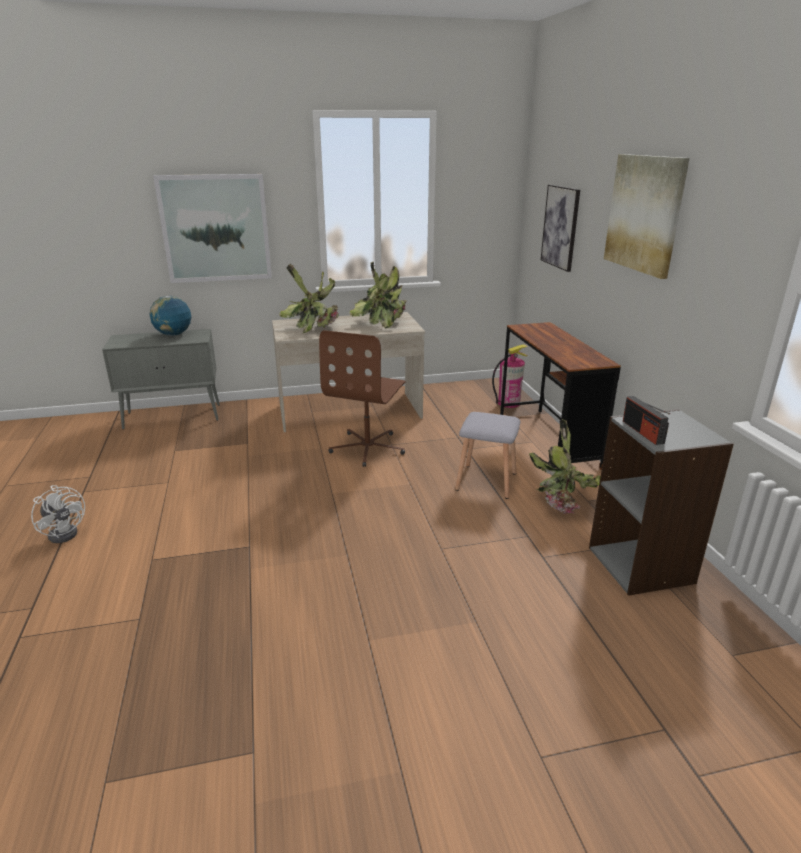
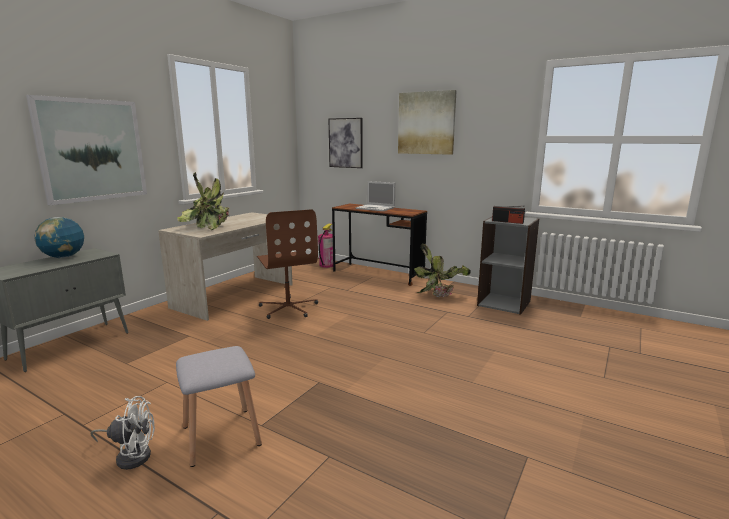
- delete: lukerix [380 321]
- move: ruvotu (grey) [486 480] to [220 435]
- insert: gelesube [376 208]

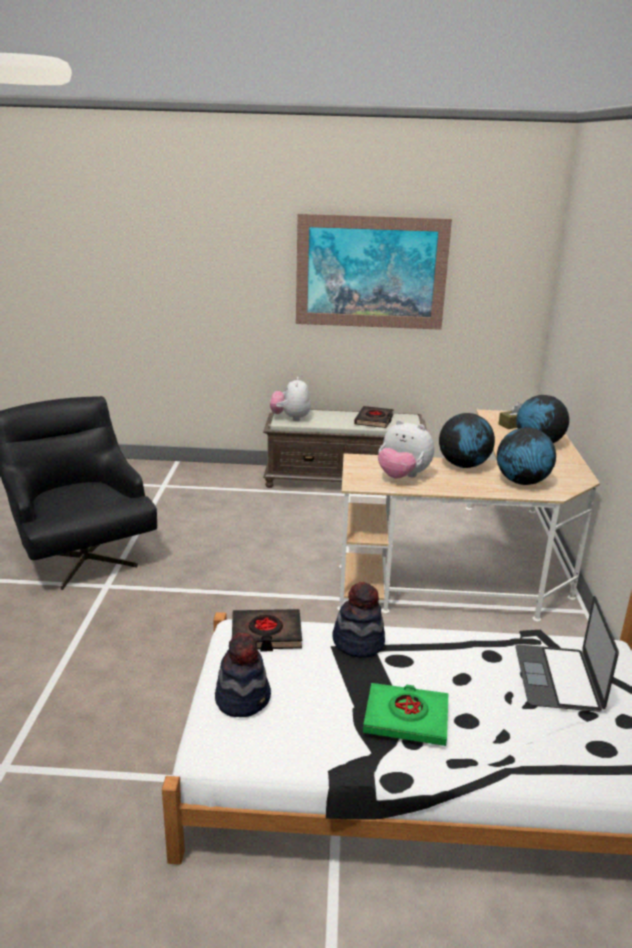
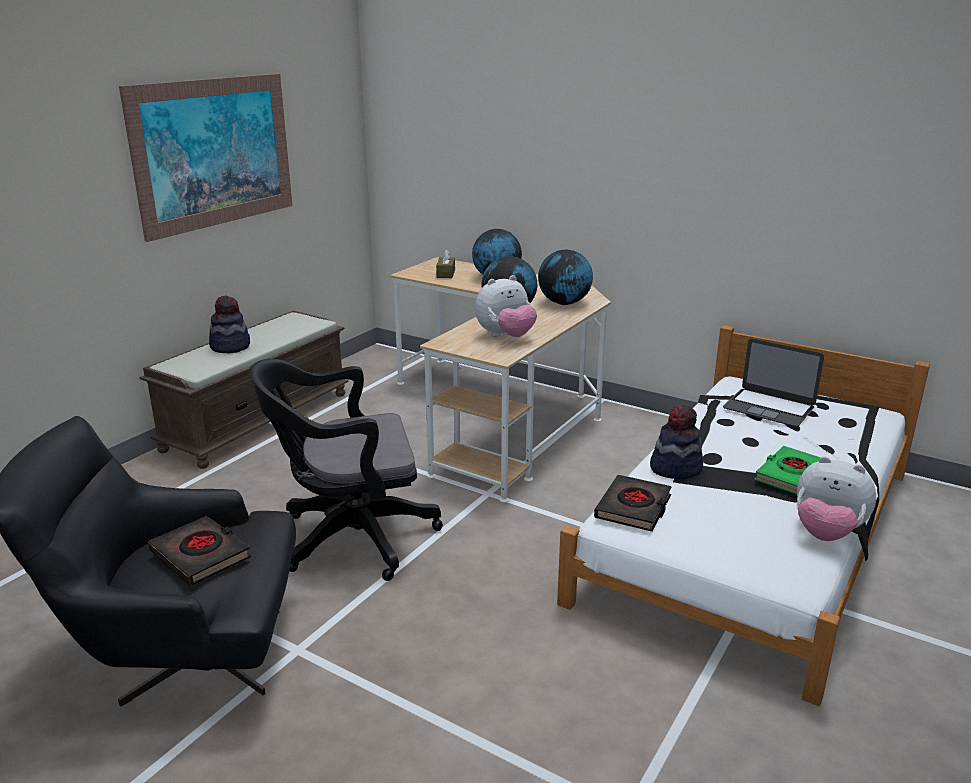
- move: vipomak [243 698] to [230 346]
- move: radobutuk [290 418] to [826 533]
- move: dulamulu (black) [374 420] to [201 555]
- insert: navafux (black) [350 538]

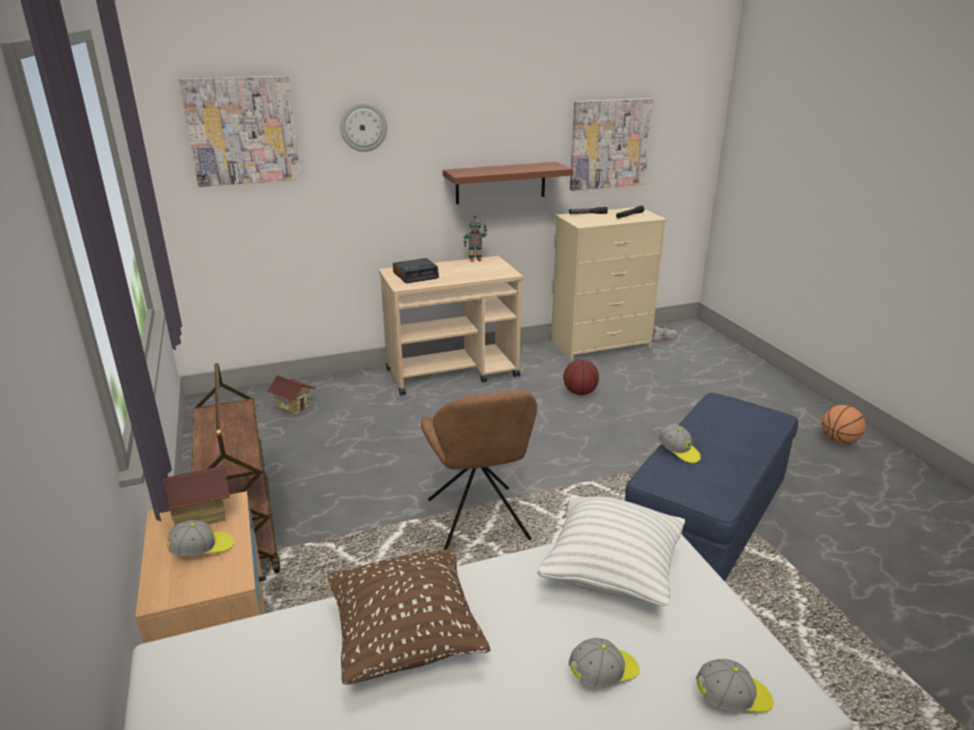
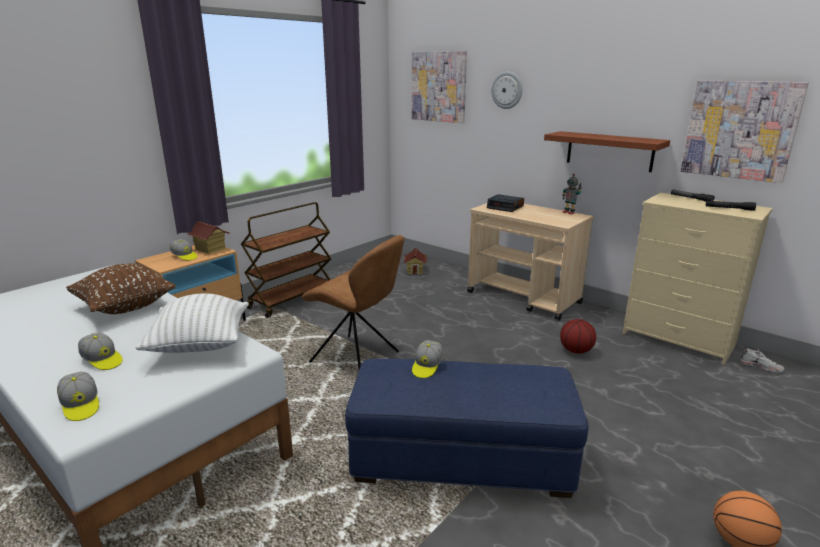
- rotate: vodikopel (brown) [478 522] = [357 358] 105 degrees counterclockwise

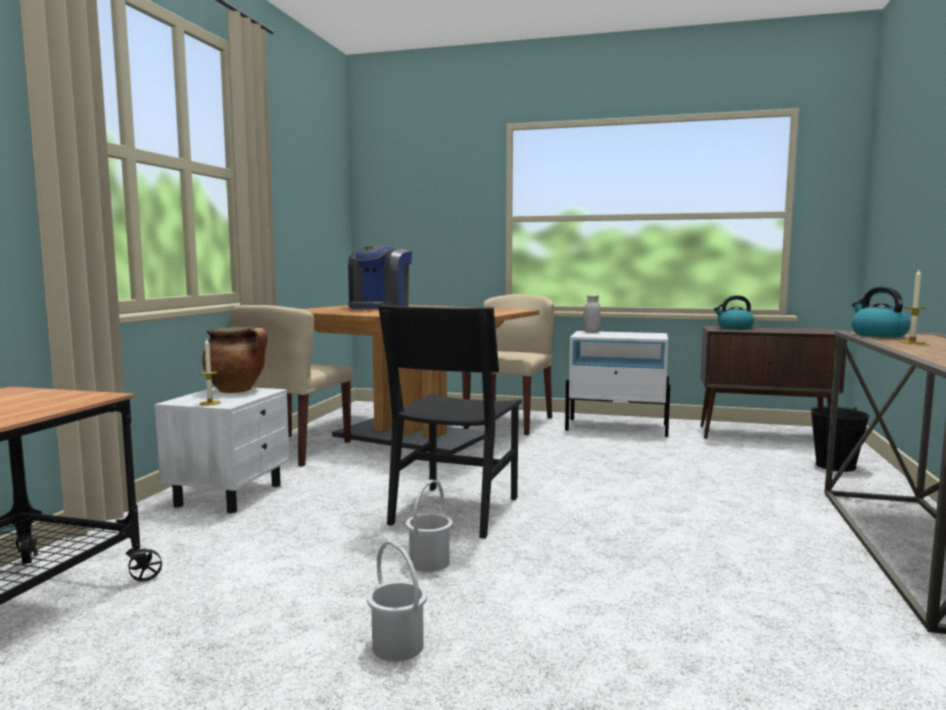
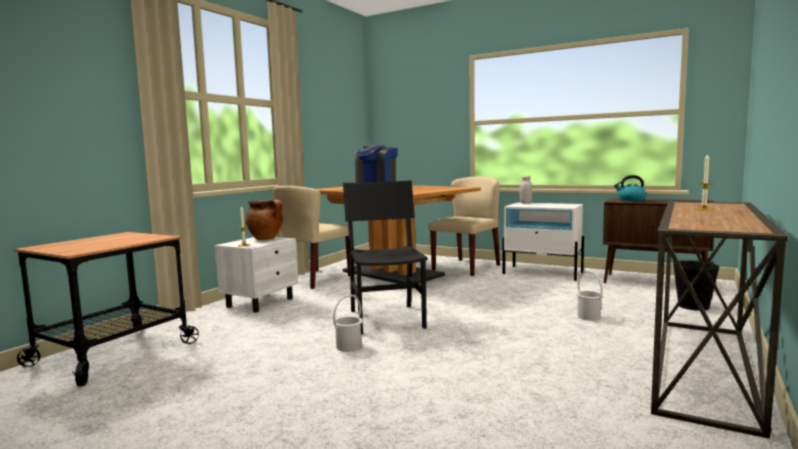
- move: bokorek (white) [397 647] to [588 317]
- rotate: vodikopel (black) [455 510] = [387 319] 135 degrees clockwise
- delete: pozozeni [877 335]

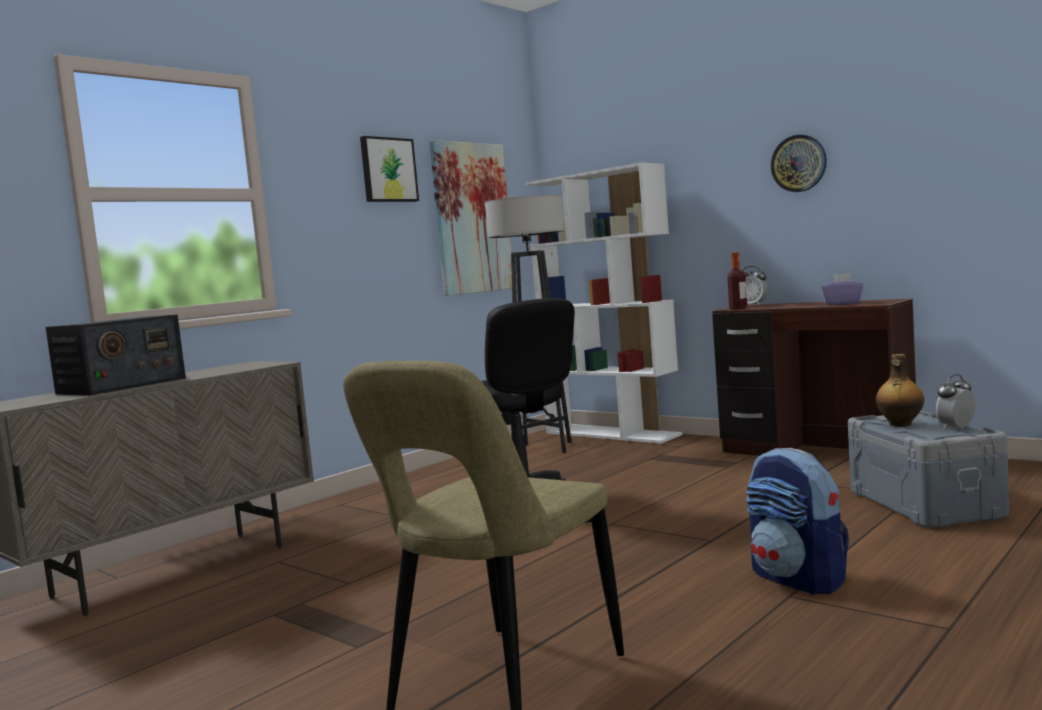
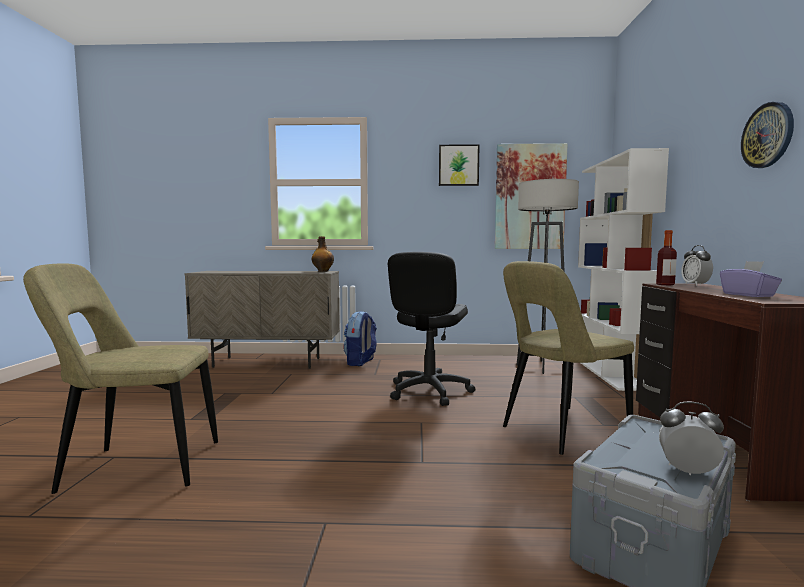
- delete: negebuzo [121 386]
- move: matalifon [798 579] to [361 362]
- move: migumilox [900 425] to [322 271]
- insert: vodikopel (beige) [561 431]

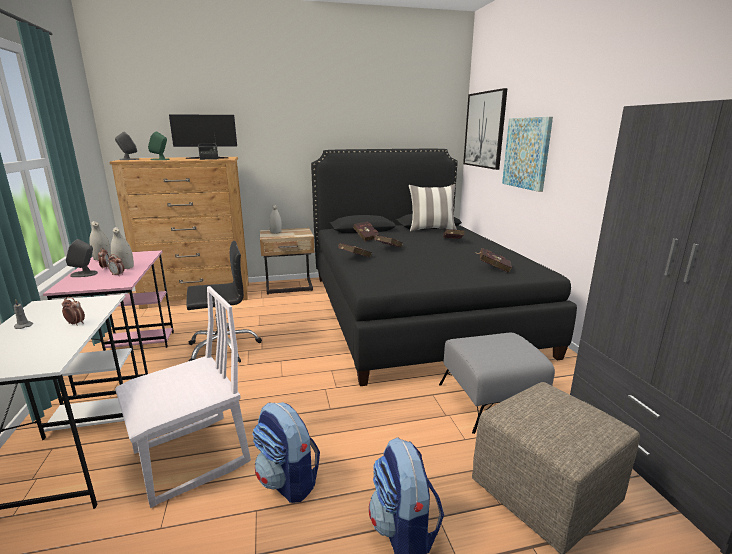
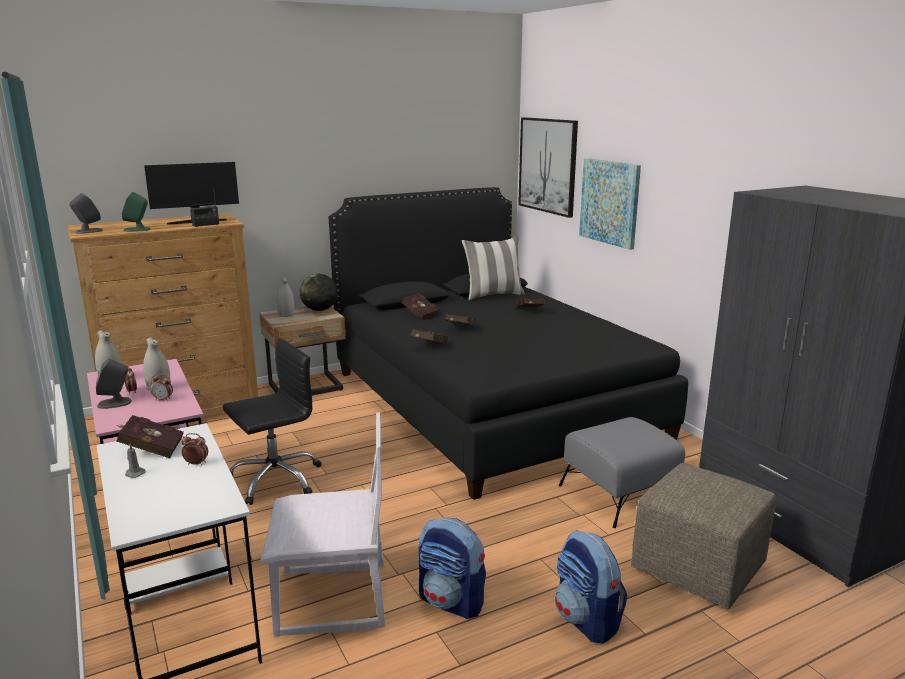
- rotate: vodikopel (white) [191 458] = [332 601] 45 degrees clockwise
- move: dulamulu (red) [492 268] to [150 449]
- insert: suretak [319 310]

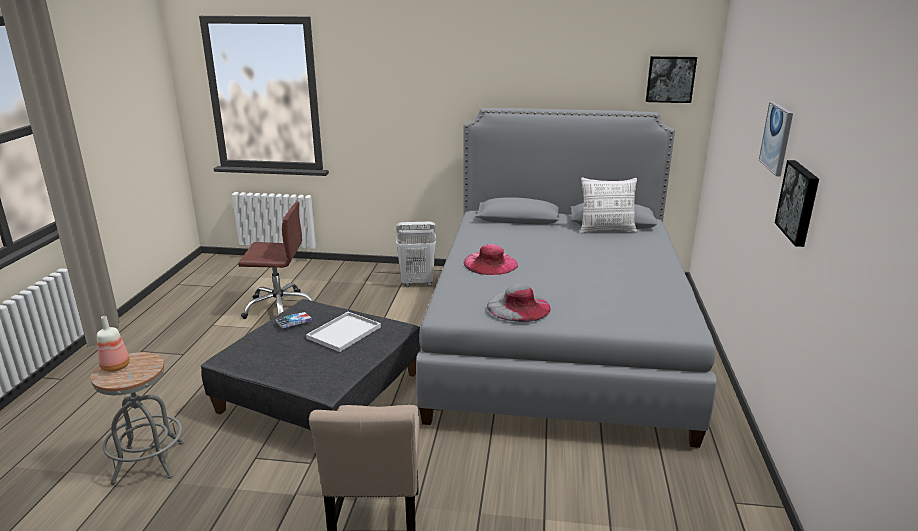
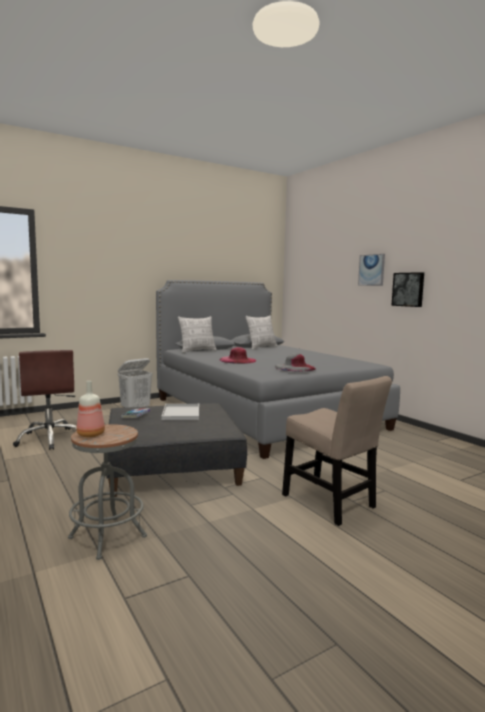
- rotate: navafux (brown) [279 307] = [50 439] 105 degrees clockwise
- delete: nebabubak [670 79]
- insert: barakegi [197 351]

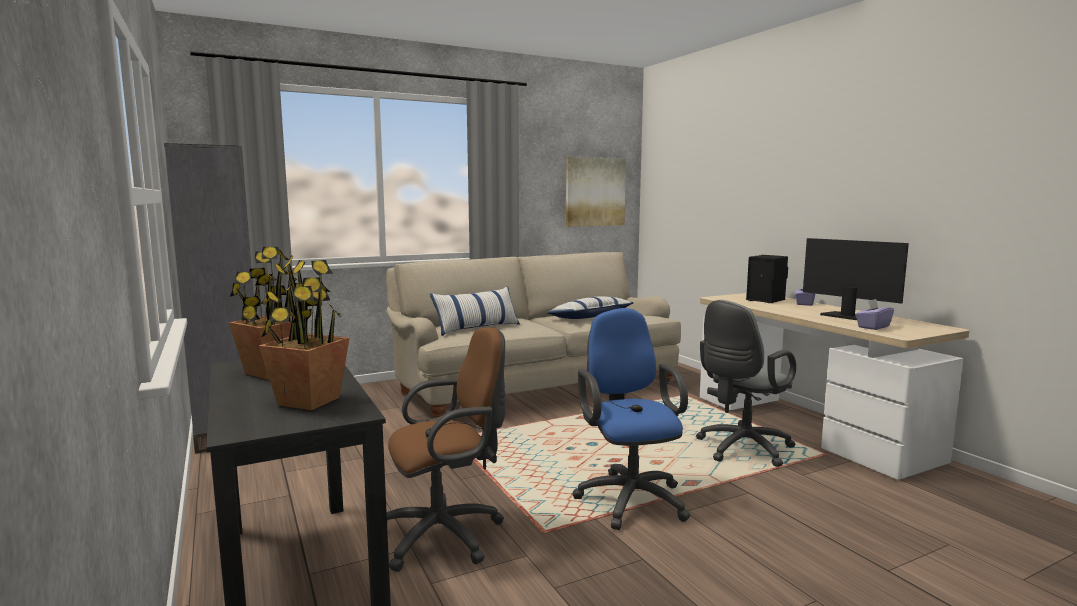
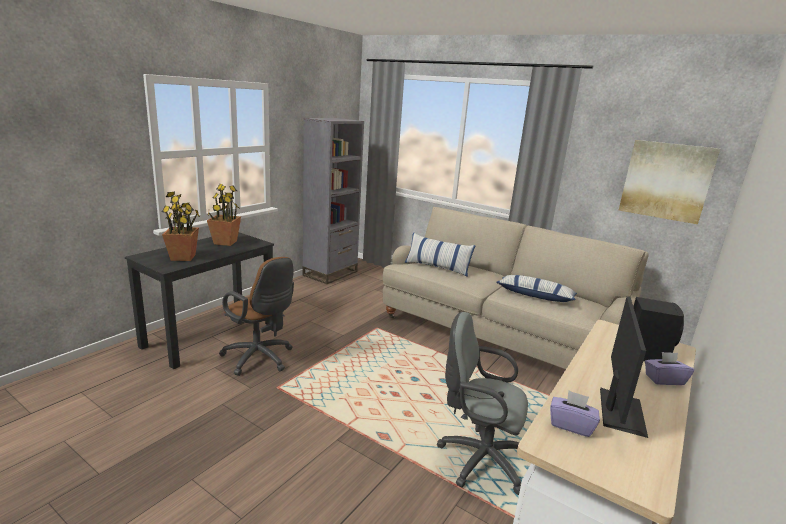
- delete: navafux (blue) [629 497]

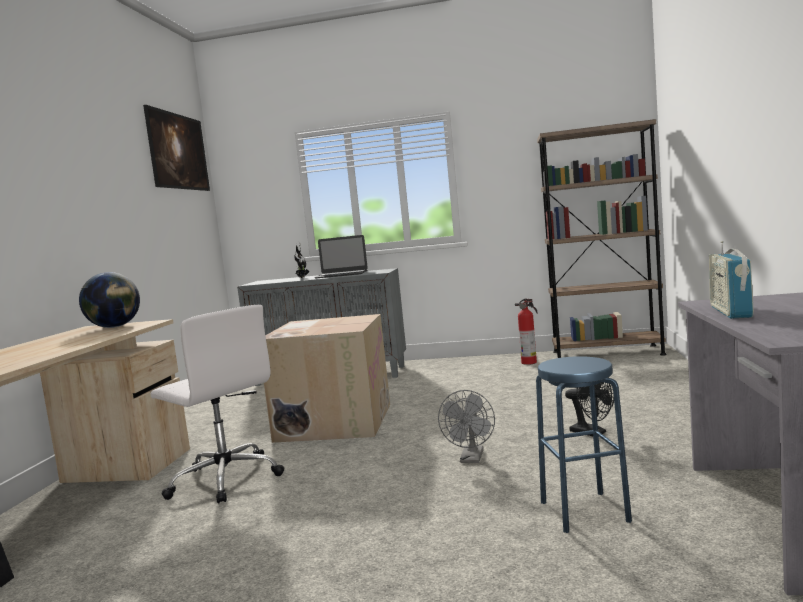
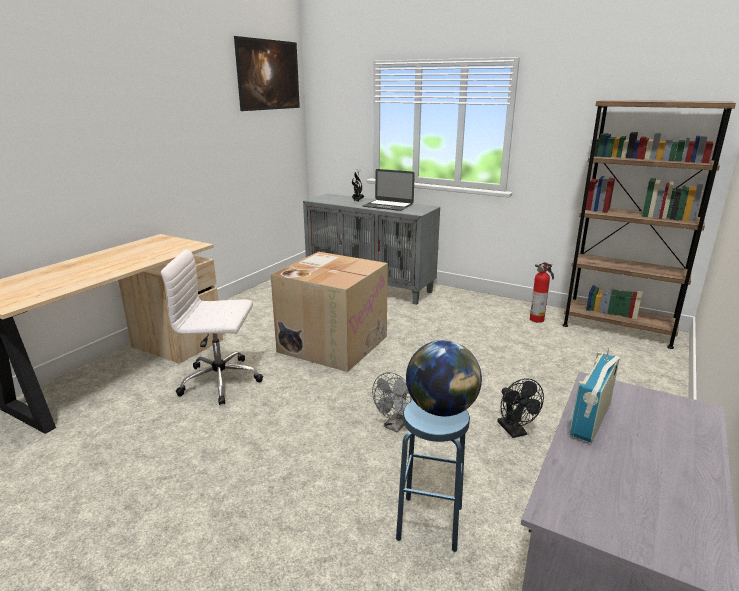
- move: suretak [114 327] to [441 409]
- rotate: navafux (white) [225 479] = [222 381] 120 degrees clockwise

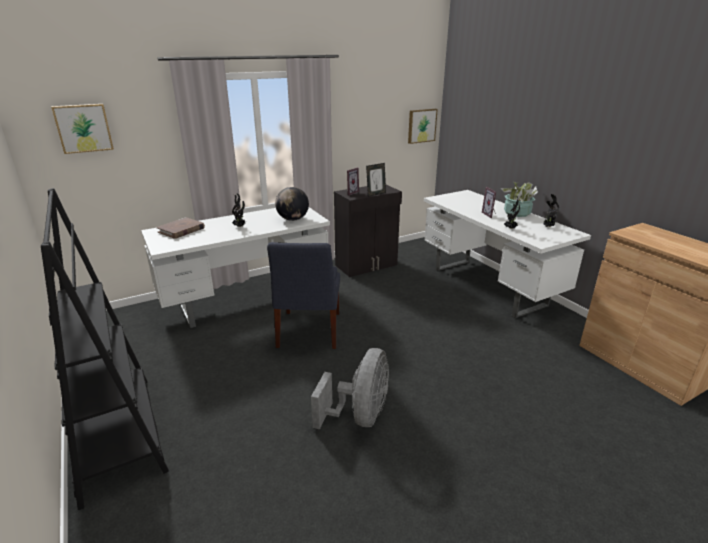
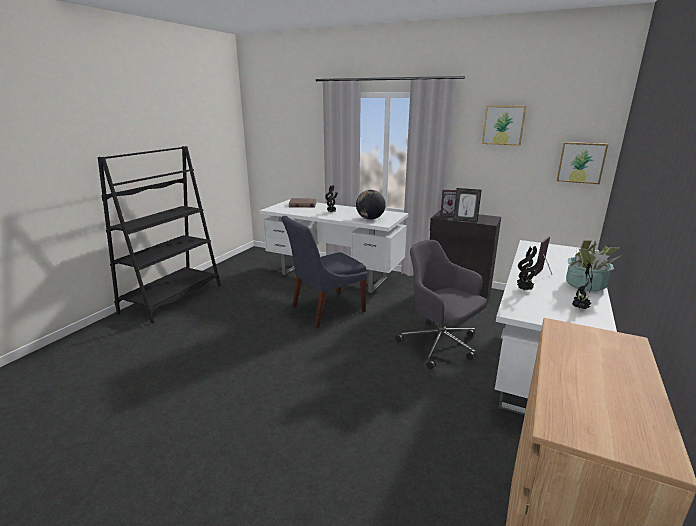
- move: nebabubak [83 128] to [503 125]
- delete: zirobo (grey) [360 416]
- insert: navafux (grey) [440 345]

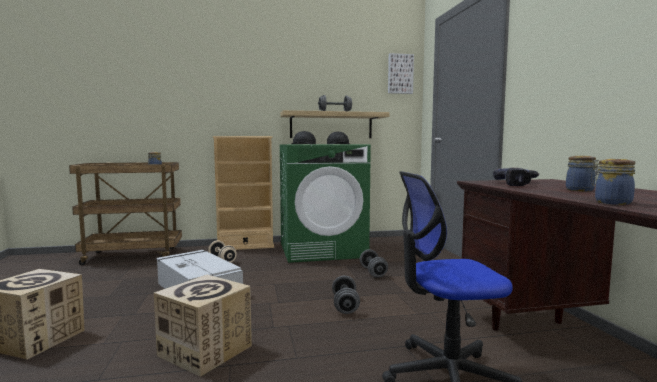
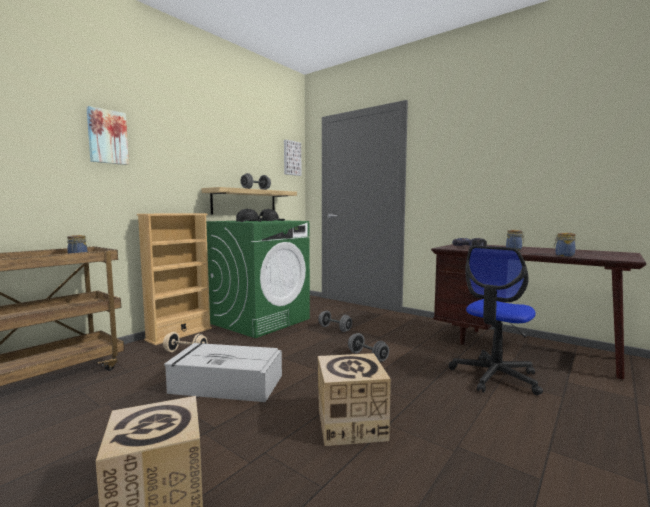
- insert: nebabubak [107 137]

